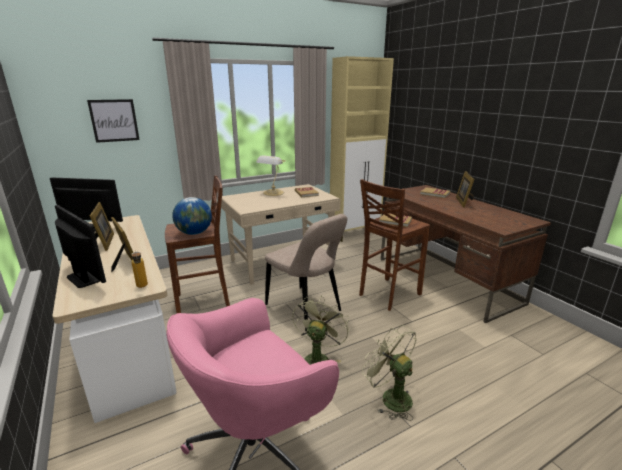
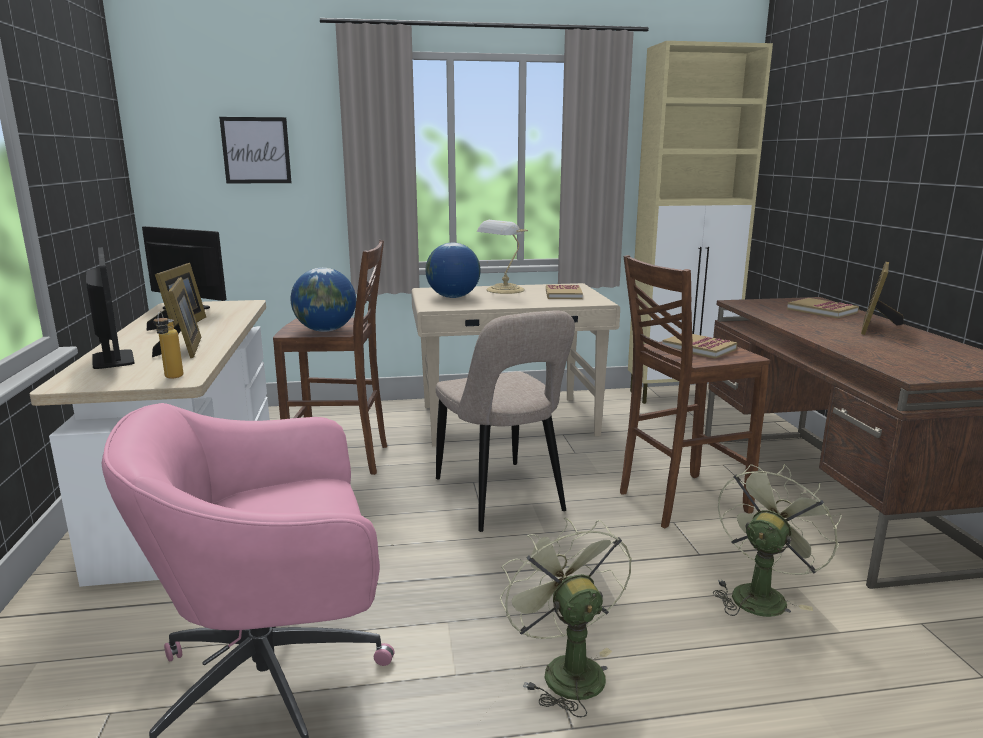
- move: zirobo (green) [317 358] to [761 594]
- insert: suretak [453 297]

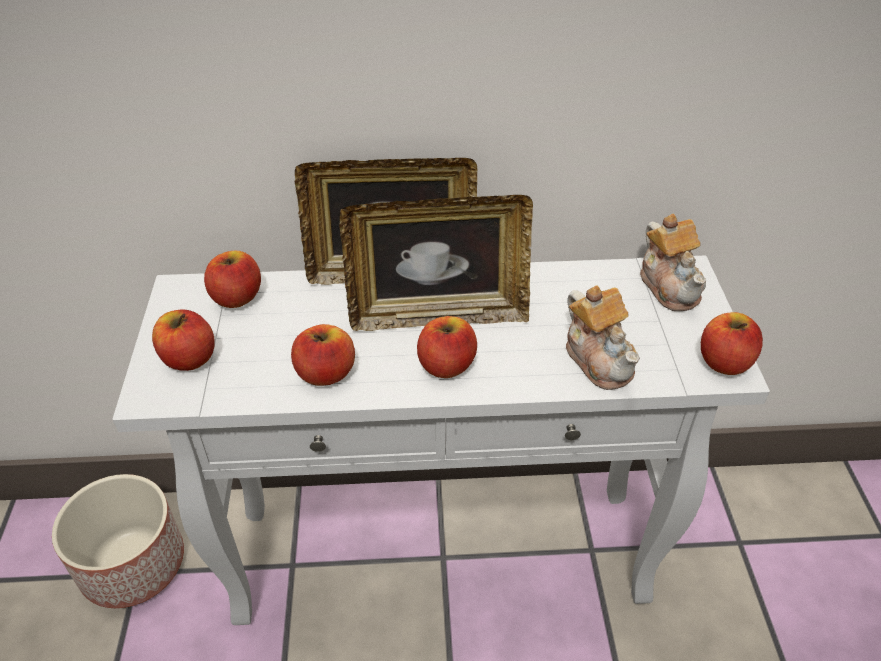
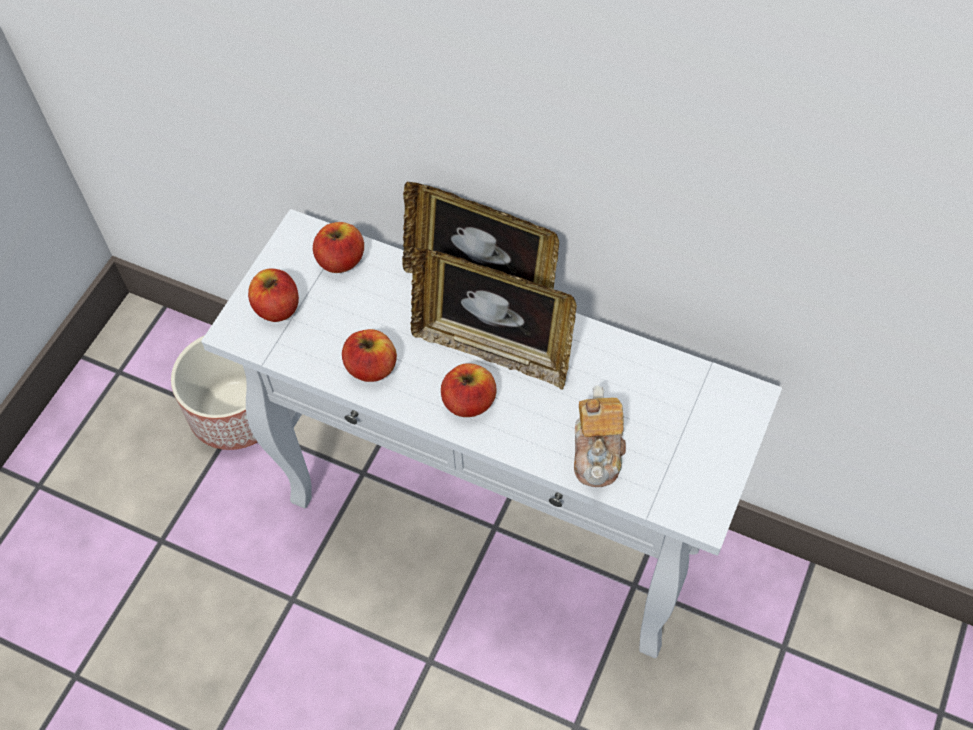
- delete: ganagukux [669 285]
- delete: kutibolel [724 362]

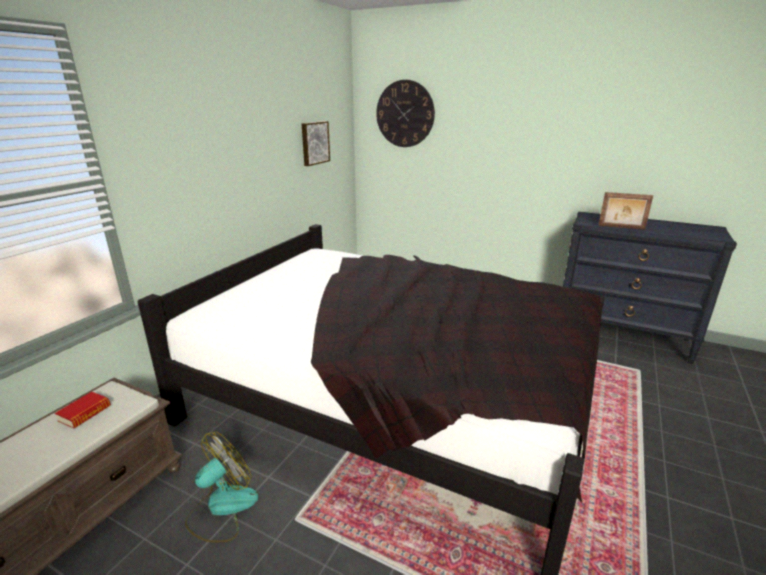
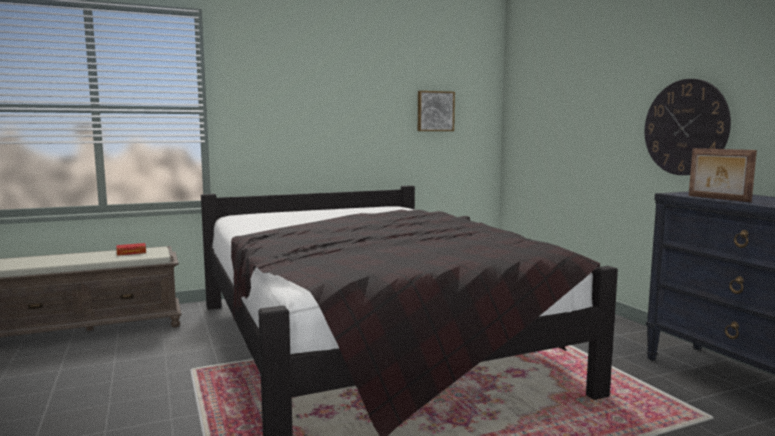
- delete: zirobo [222 508]
- move: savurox [405 114] to [685 127]

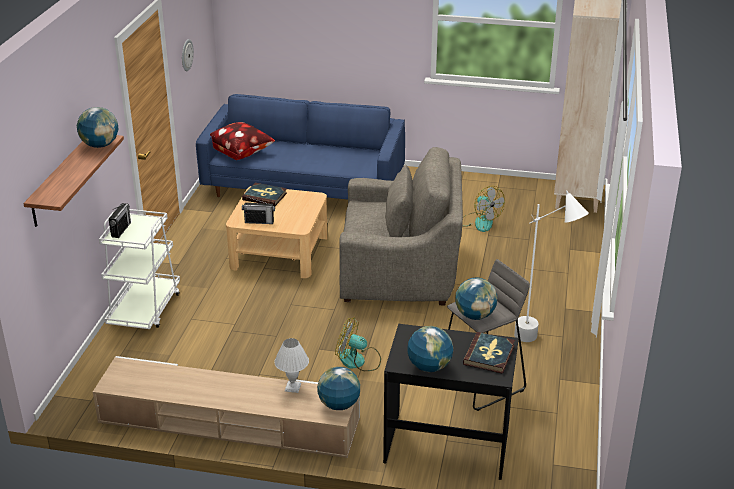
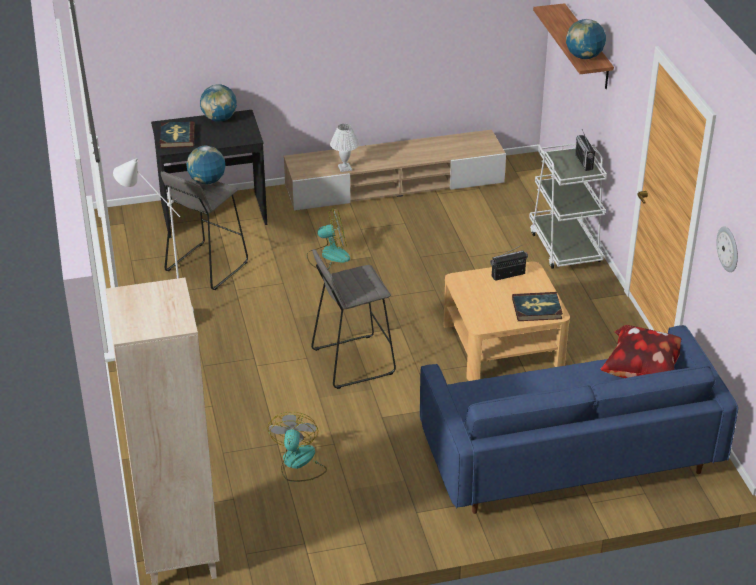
- delete: suretak [339 405]
- replace: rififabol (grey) [401 270] to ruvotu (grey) [352 361]
- rotate: zirobo [479 222] = [298 463] 60 degrees clockwise

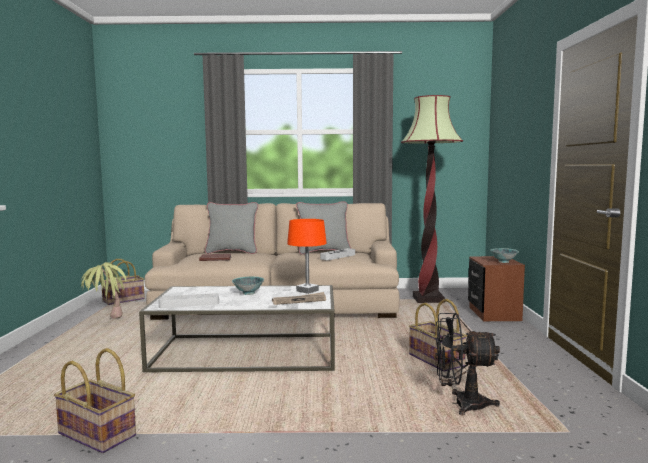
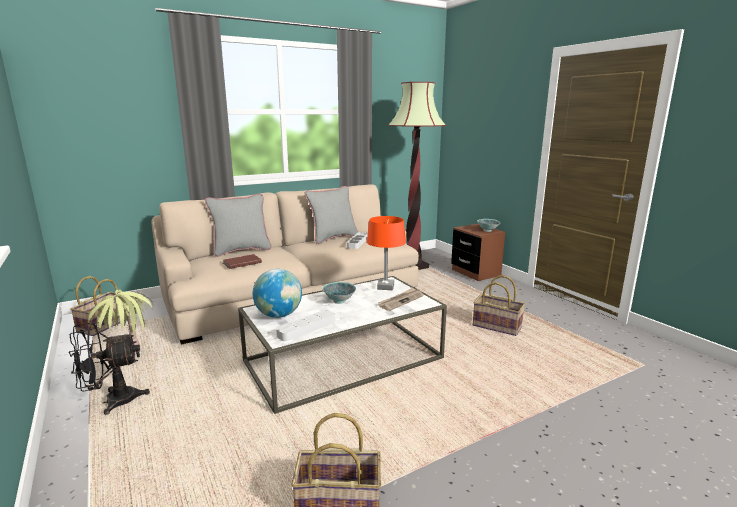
- move: zirobo (black) [461 404] to [112 401]
- insert: suretak [279 315]

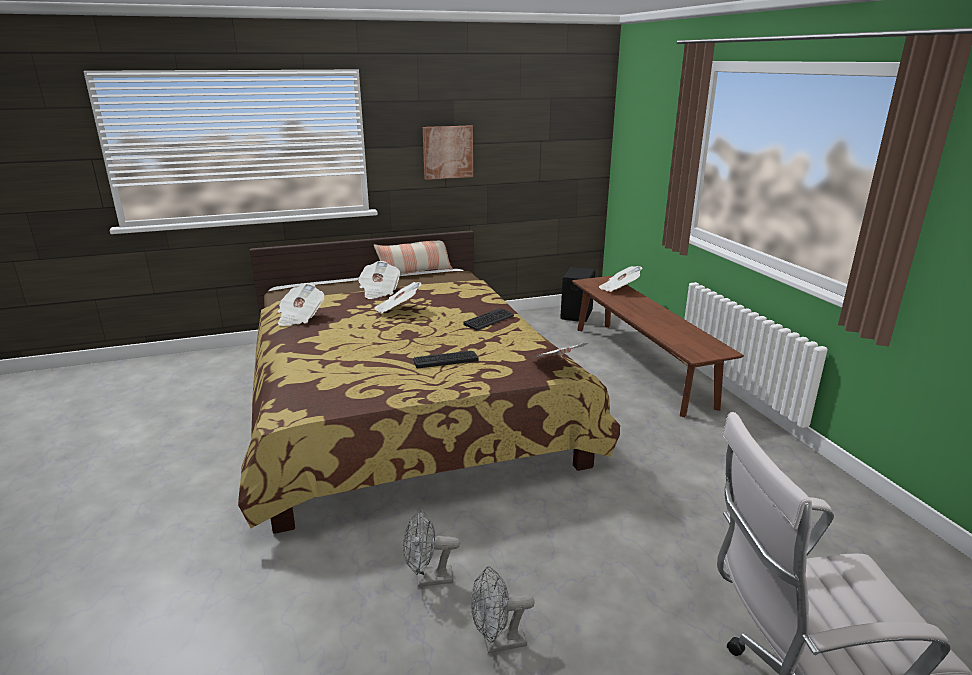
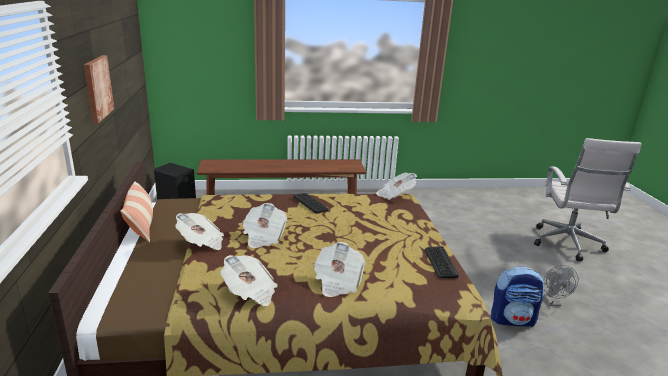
- replace: zirobo (grey) [428 579] to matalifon [512 319]
- move: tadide [445 359] to [440 262]
- move: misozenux [619 289] to [337 282]

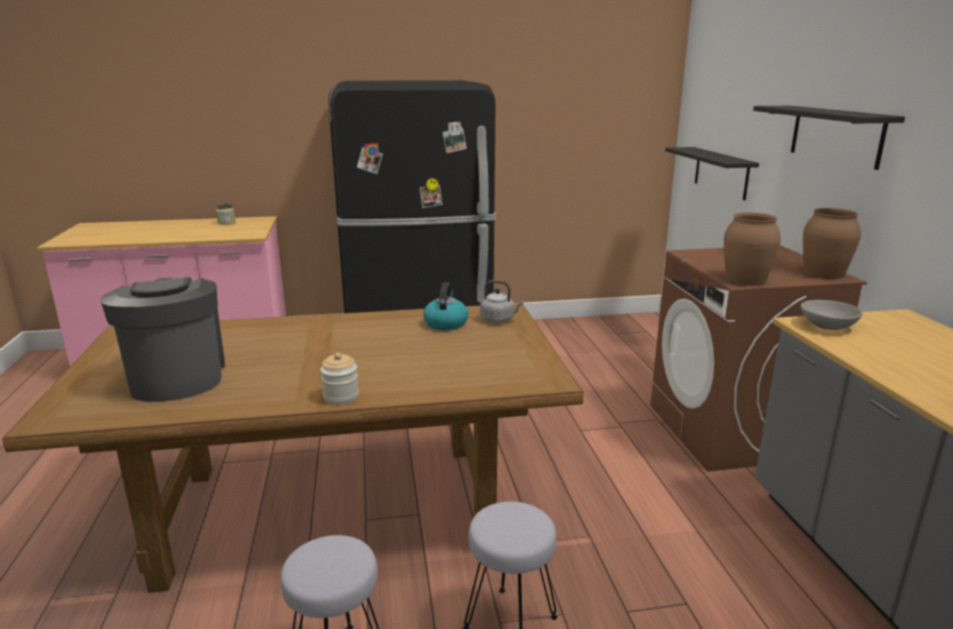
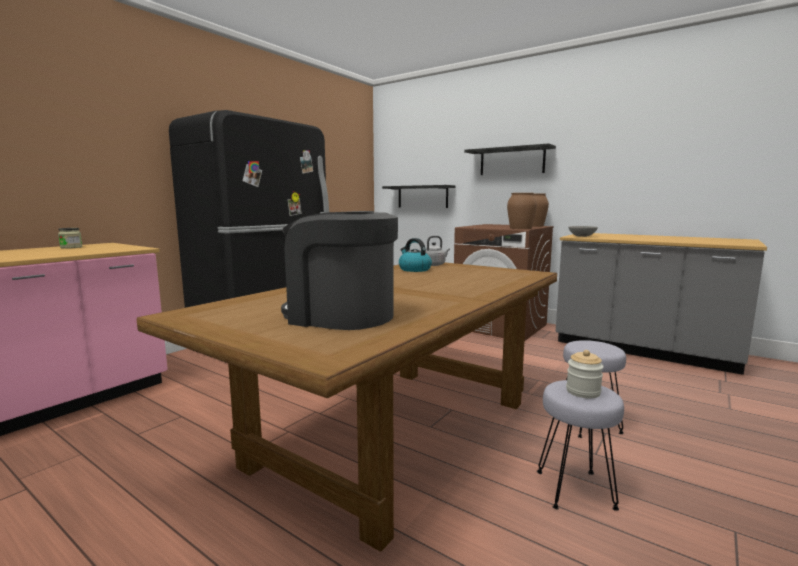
- move: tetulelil [341 397] to [583 392]

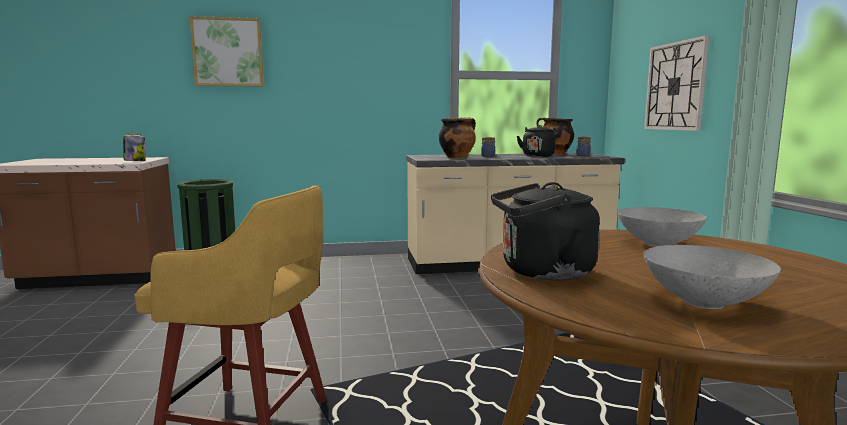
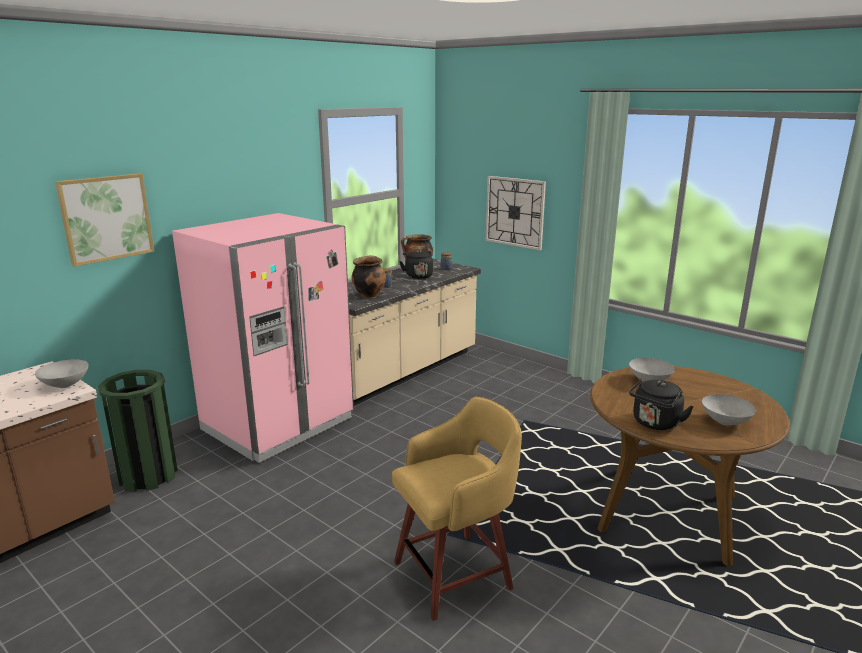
- replace: tetulelil [135 161] to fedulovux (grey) [64 385]
- insert: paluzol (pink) [278 424]

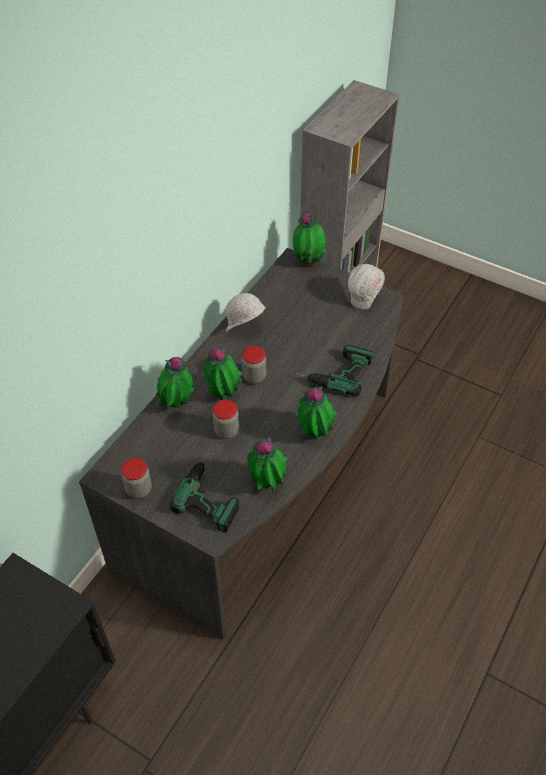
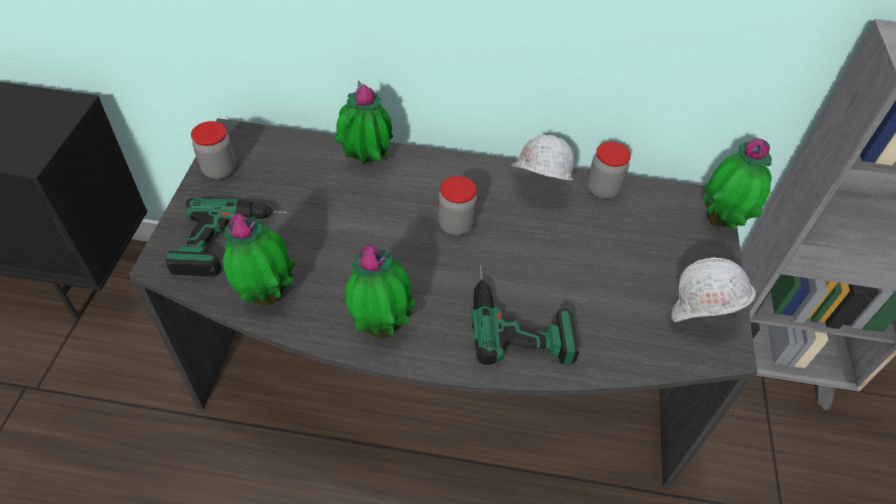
- delete: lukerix [223 394]
- move: tetulelil [226 431] to [602 189]

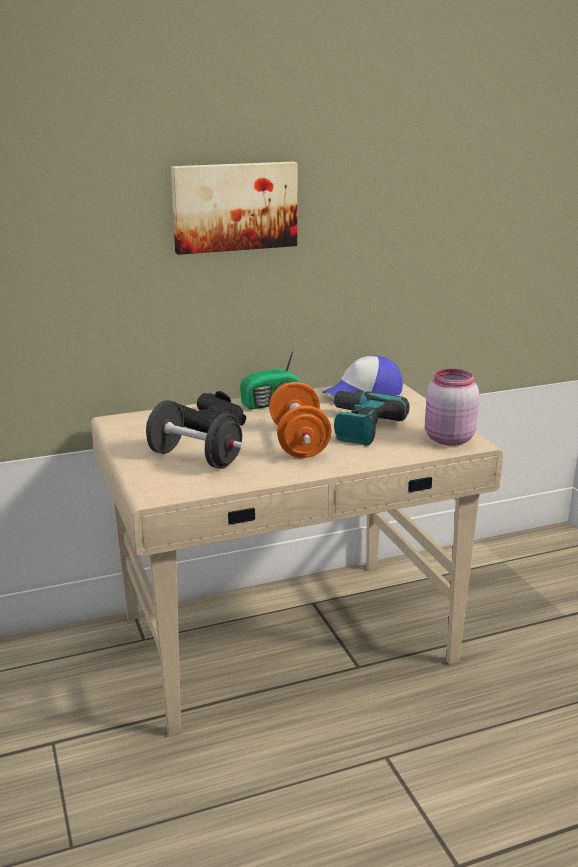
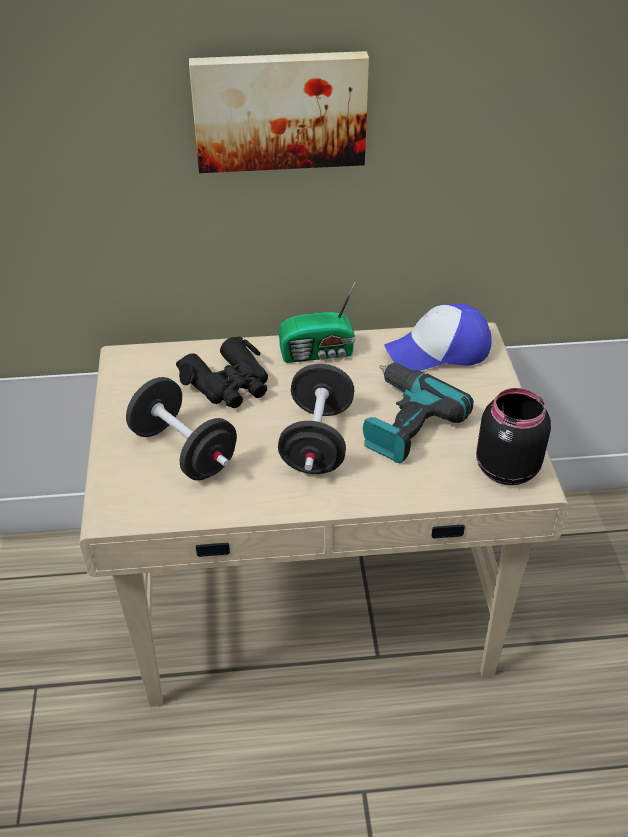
- recolor: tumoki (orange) [299 442] to tumoki (black) [317 441]
- recolor: tetulelil (pink) [447 439] to tetulelil (black) [504 468]

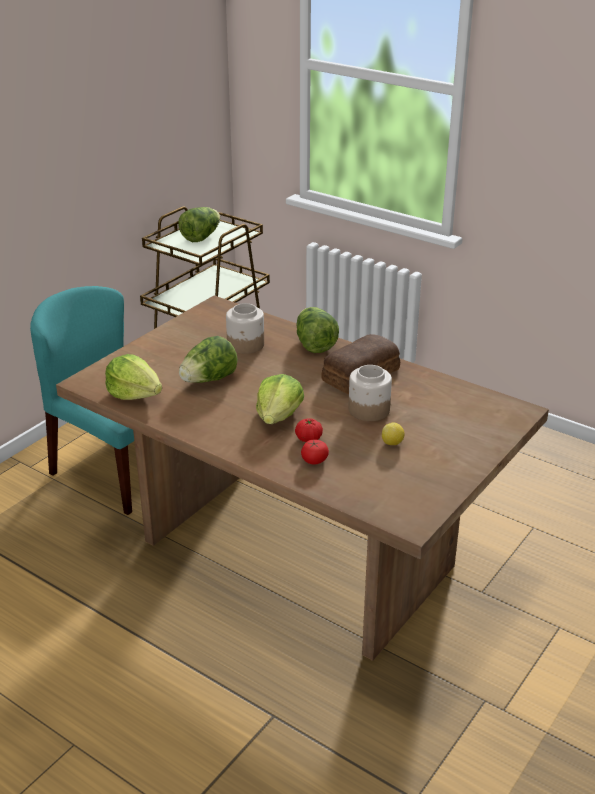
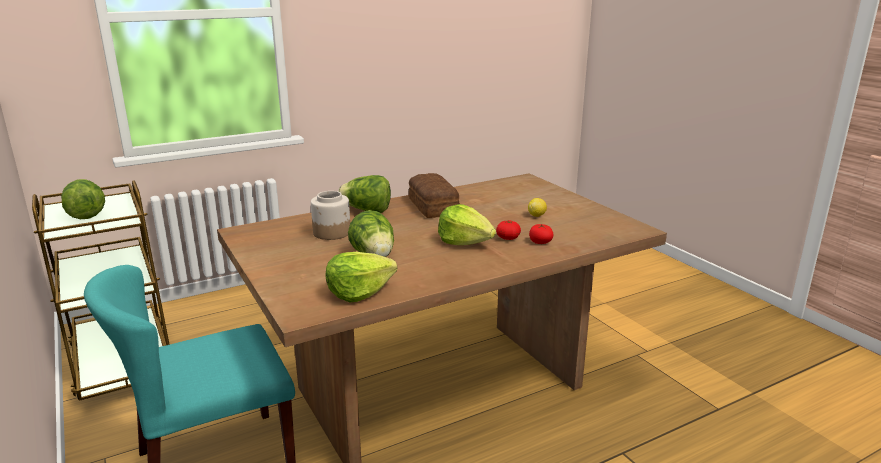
- delete: tetulelil [368 410]

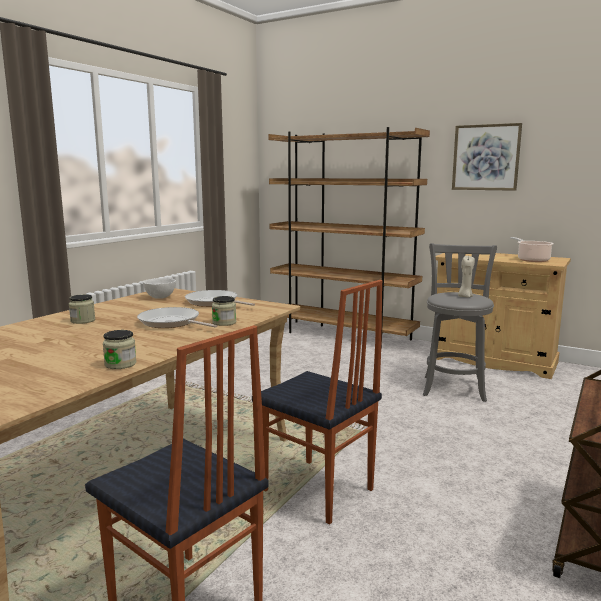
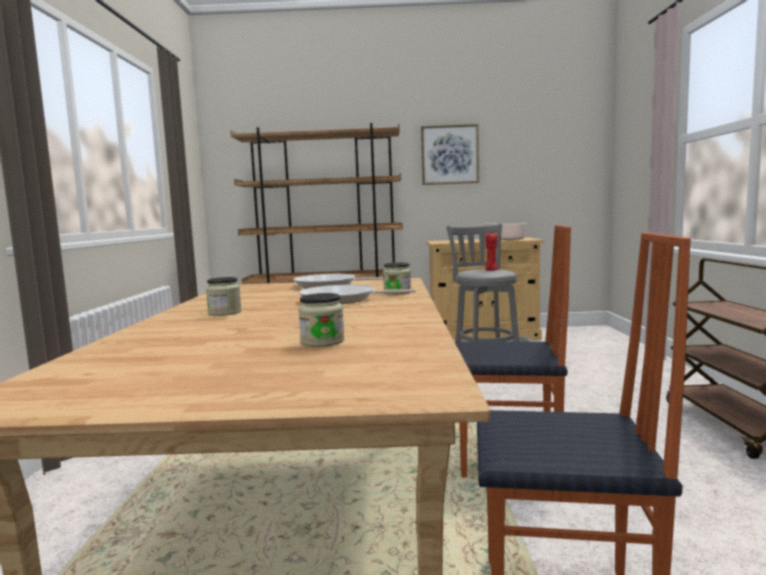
- move: tetulelil [120 364] to [322 342]
- delete: fedulovux (white) [160 298]
- recolor: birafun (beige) [465 296] to birafun (red) [491 270]

